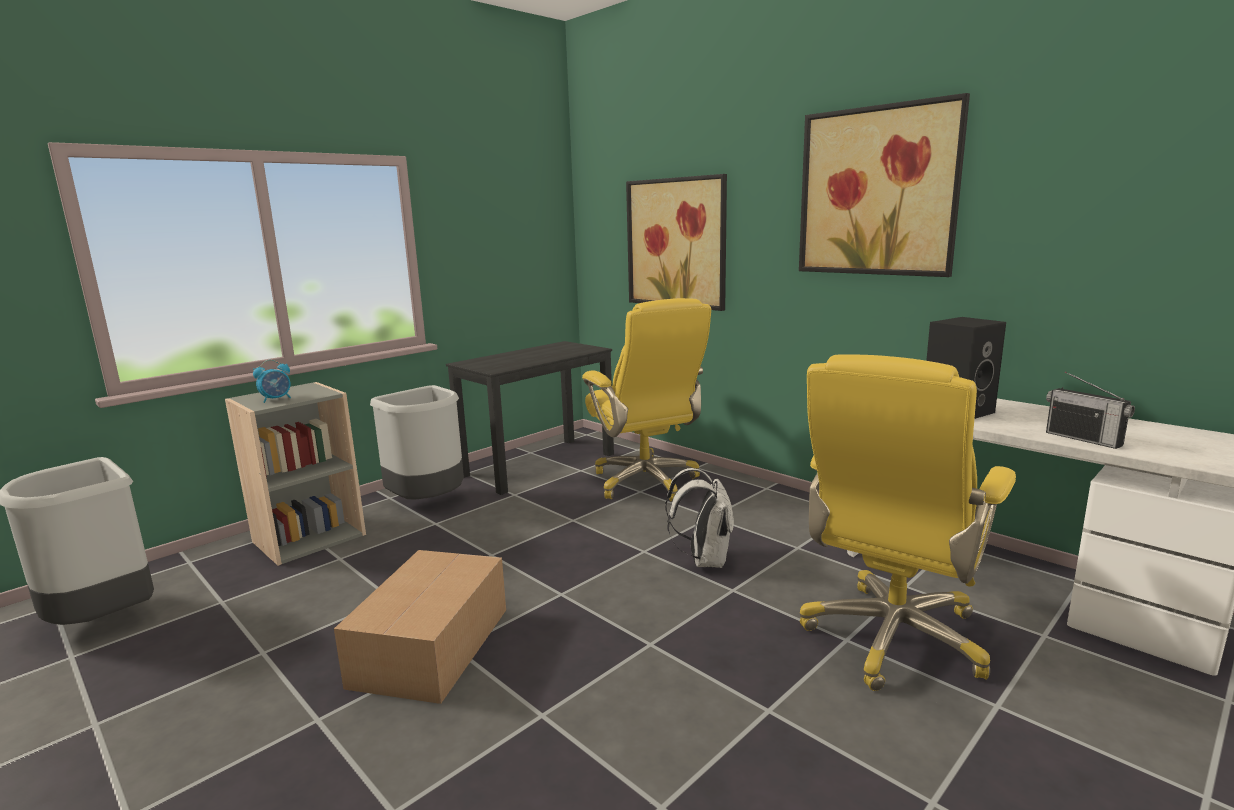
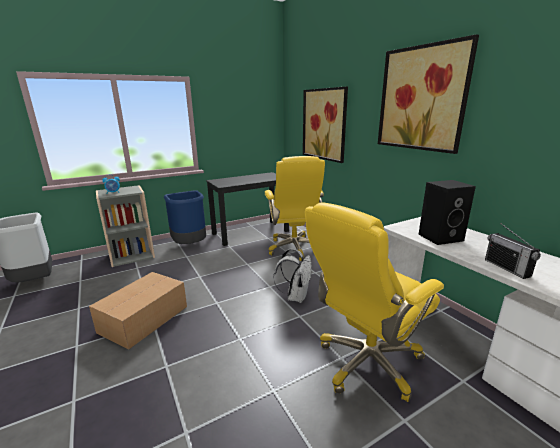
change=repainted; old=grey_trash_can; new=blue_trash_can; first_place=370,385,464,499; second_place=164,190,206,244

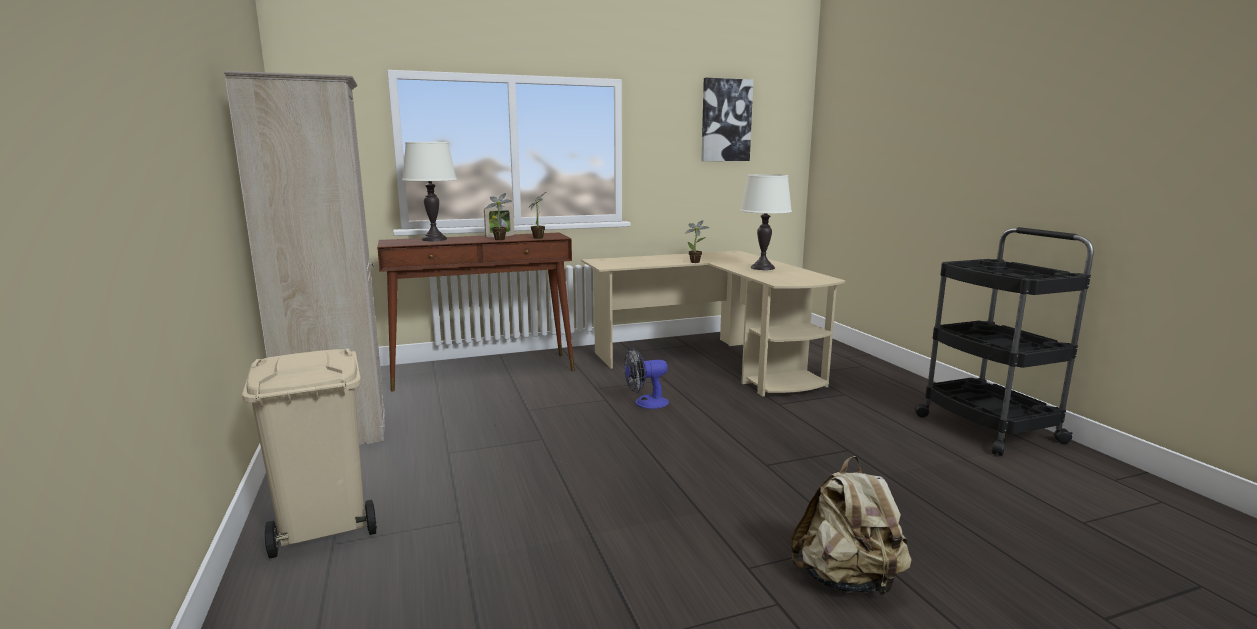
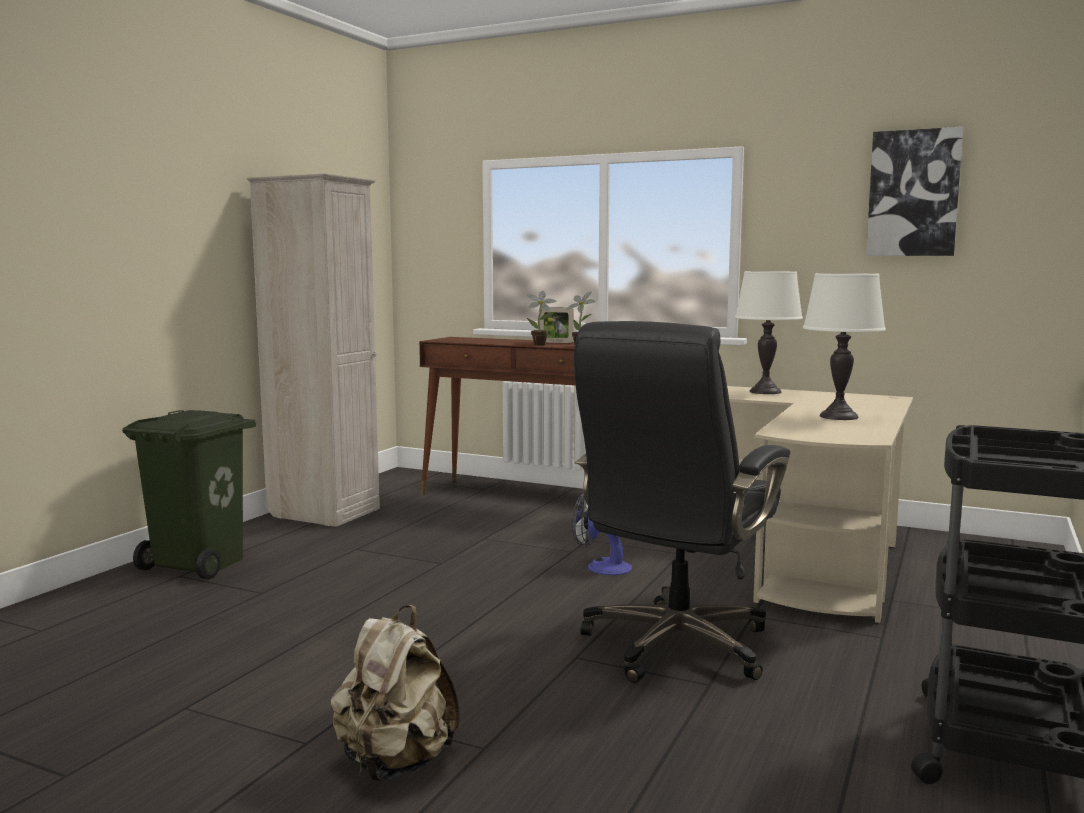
change=shifted; old=white_table_lamp; first_place=402,142,457,241; second_place=735,271,803,394
change=gone; old=potted_plant; first_place=685,220,709,263
change=repainted; old=beige_trash_can; new=green_trash_can; first_place=242,349,377,558; second_place=122,410,256,579
change=new; new=black_office_chair; second_place=574,321,790,683

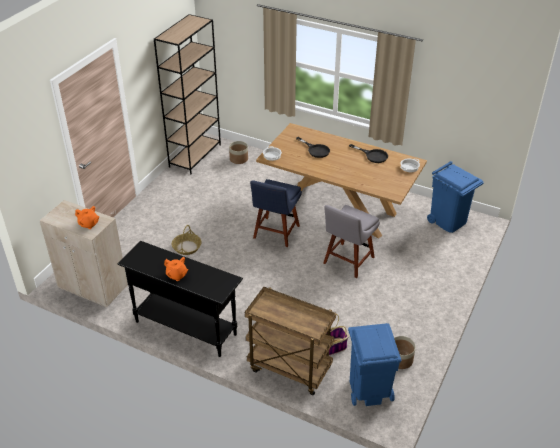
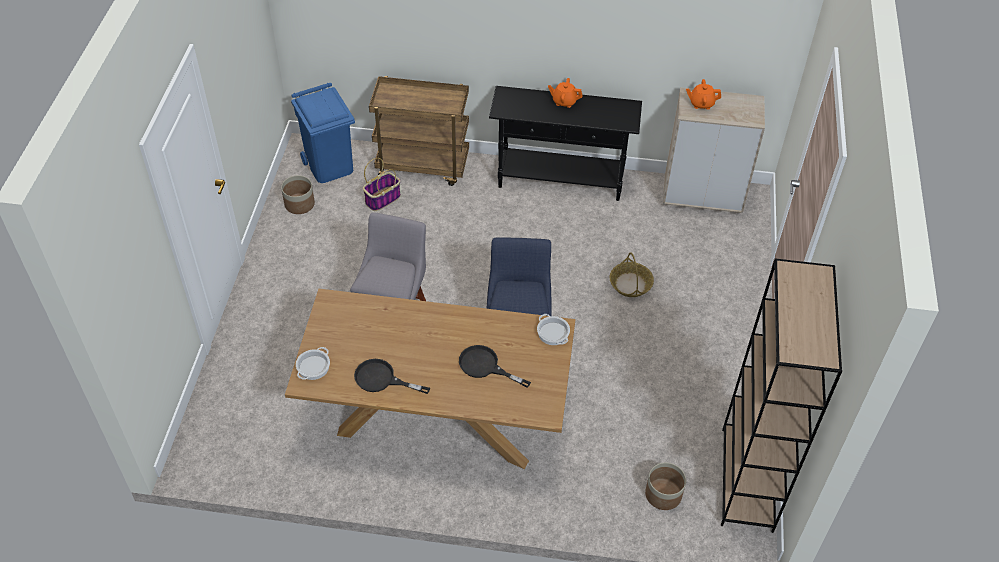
change=gone; old=blue_trash_can; first_place=427,161,484,233

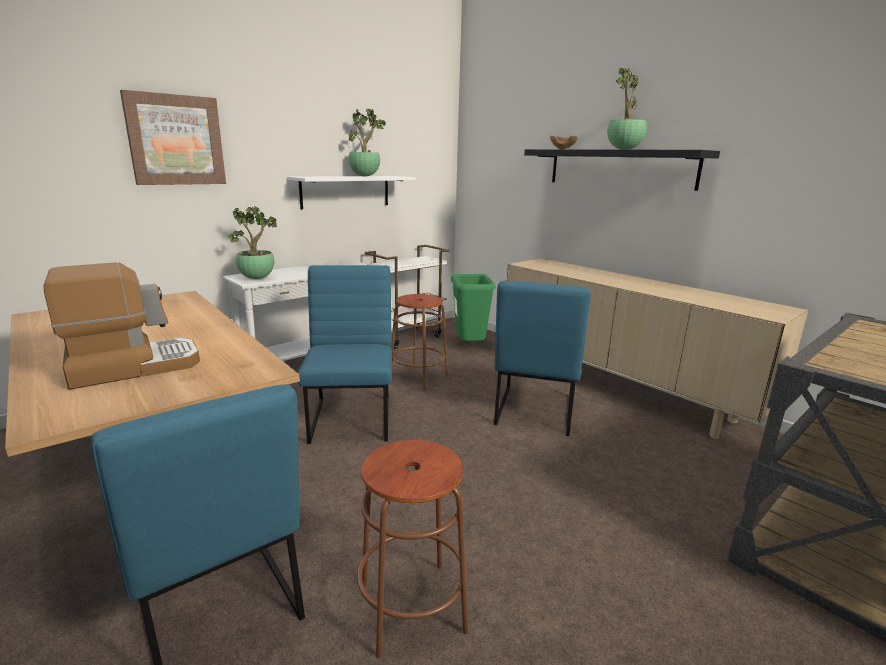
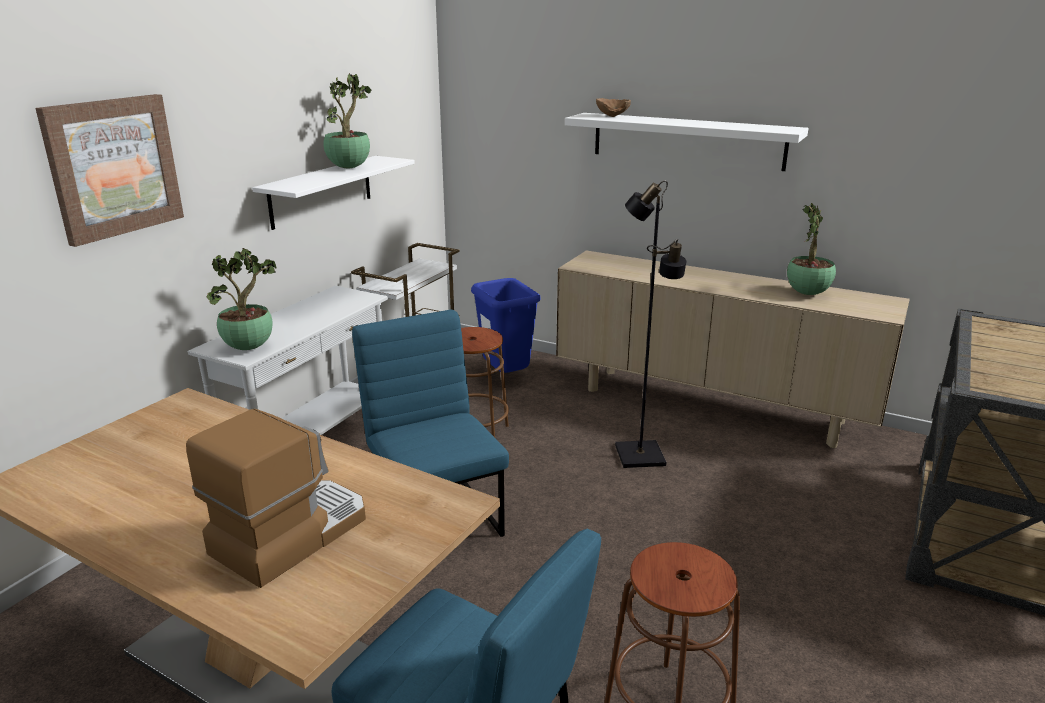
change=shifted; old=potted_plant; first_place=607,68,647,150; second_place=787,203,836,295
change=repainted; old=black_shelf; new=white_shelf; first_place=524,149,720,191; second_place=565,113,809,171
change=repainted; old=green_trash_can; new=blue_trash_can; first_place=451,274,496,341; second_place=471,278,541,373
change=swapped; old=blue_chair; new=black_floor_lamp; first_place=494,281,591,436; second_place=615,180,686,468

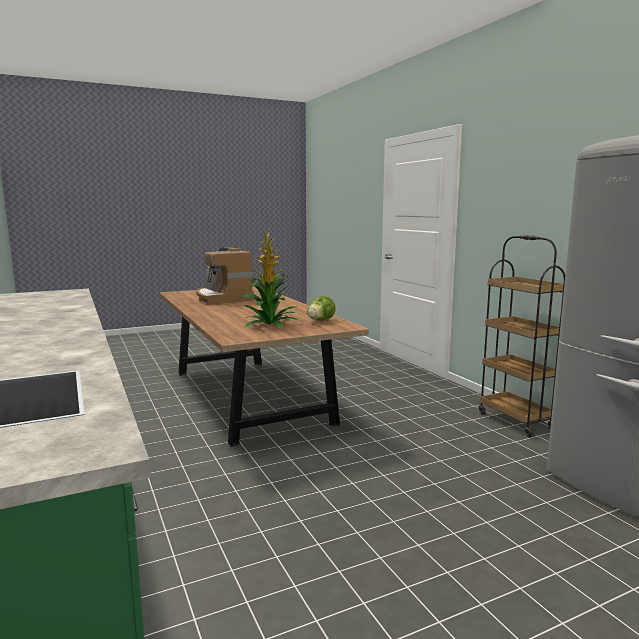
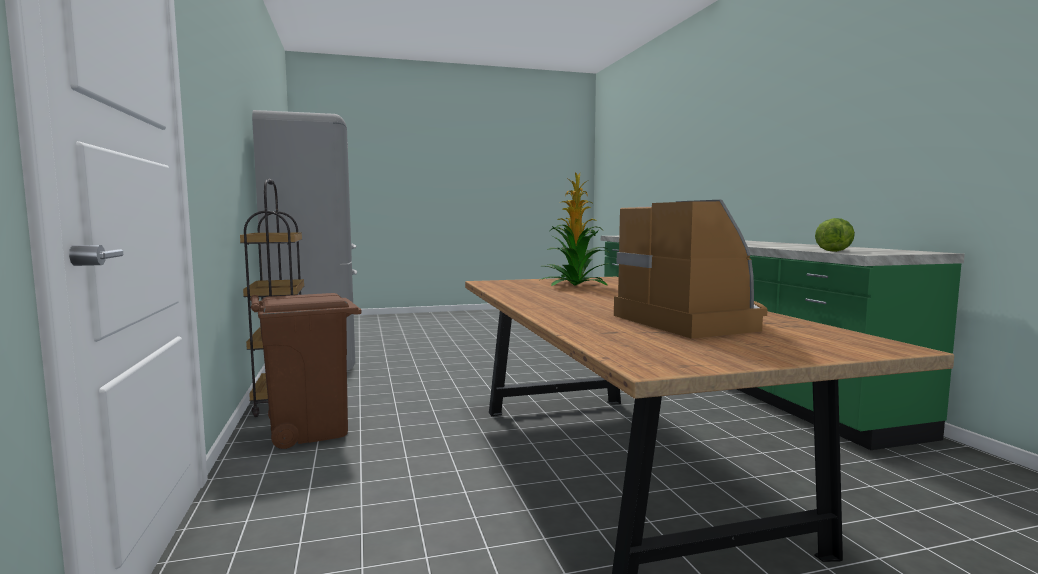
change=shifted; old=lettuce; first_place=307,296,336,321; second_place=815,218,855,252
change=new; new=brown_trash_can; second_place=250,293,361,449

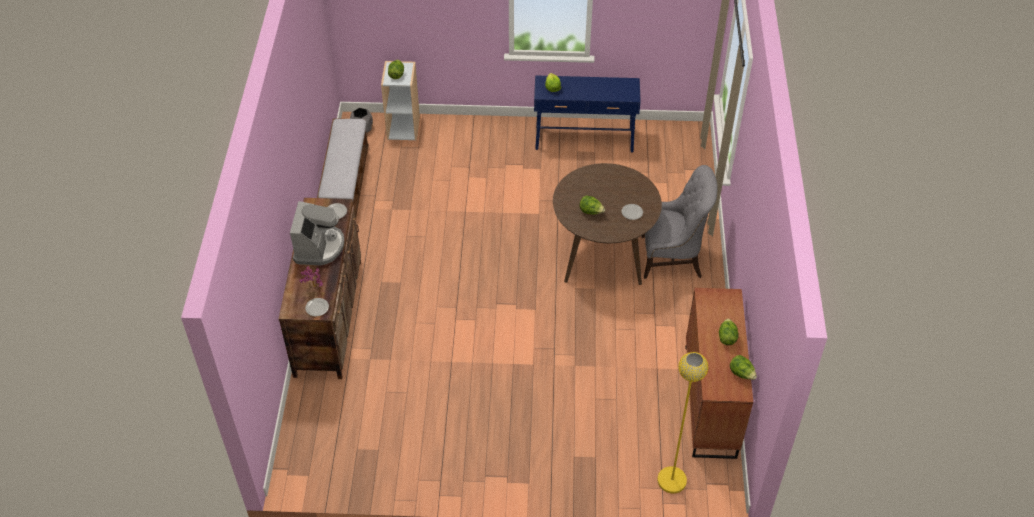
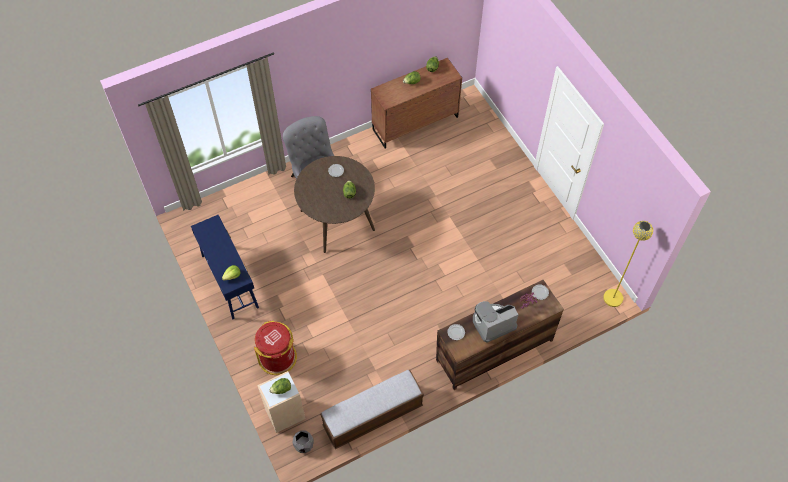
change=shifted; old=yellow_floor_lamp; first_place=657,352,708,493; second_place=603,221,653,307
change=new; new=red_trash_can; second_place=254,321,297,375

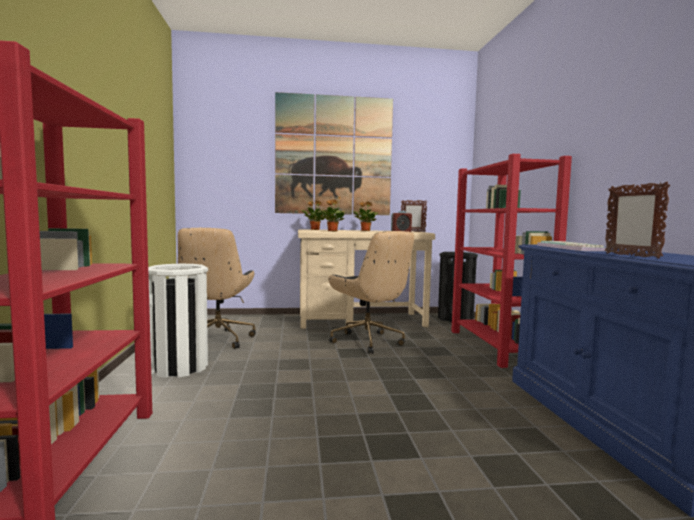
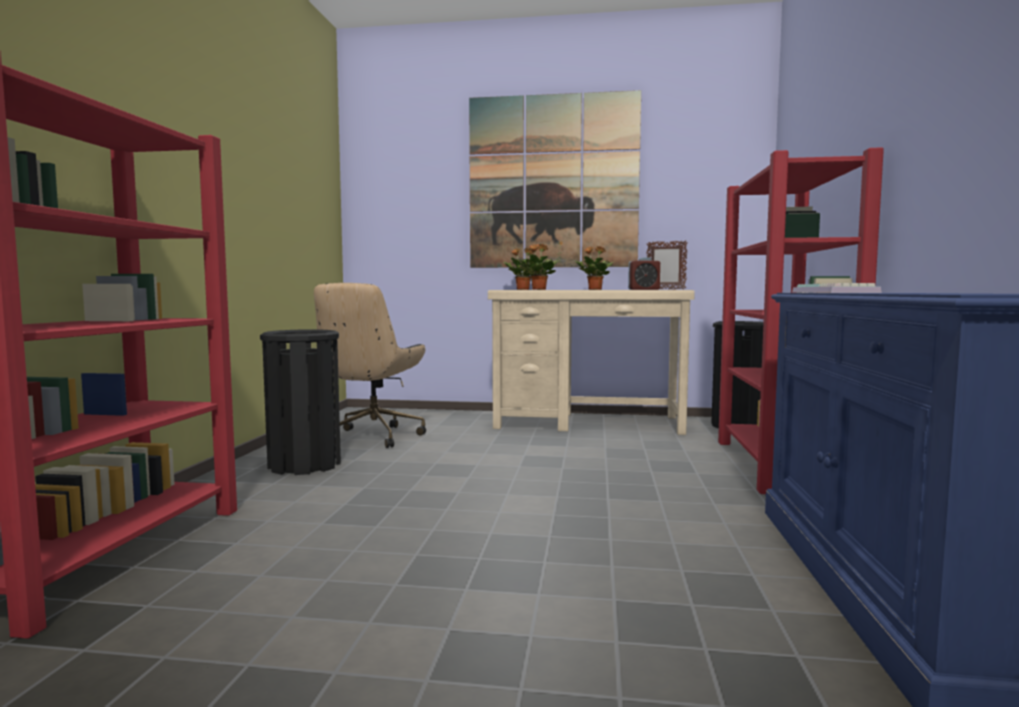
change=gone; old=picture_frame; first_place=605,182,670,259
change=gone; old=black_office_chair; first_place=328,231,414,353
change=repainted; old=white_trash_can; new=black_trash_can; first_place=148,264,208,378; second_place=260,329,341,475

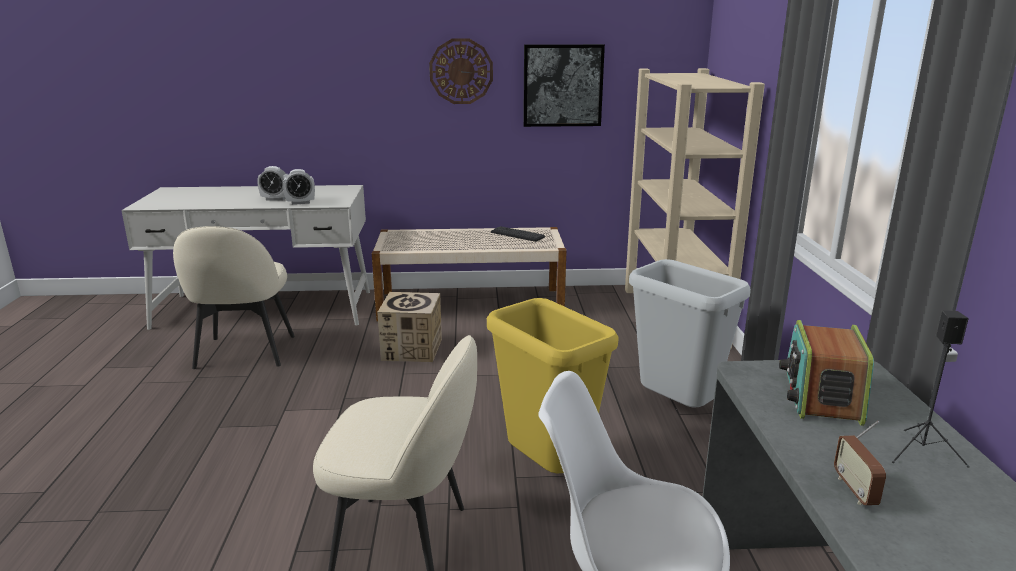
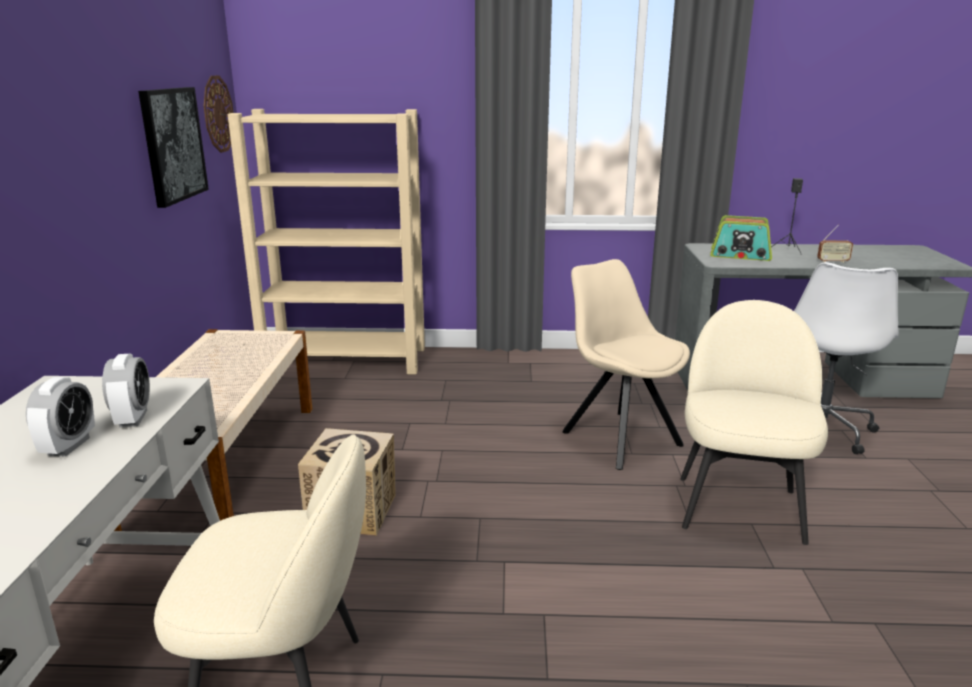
change=shifted; old=wall_clock; first_place=429,38,493,104; second_place=204,75,234,153
change=gone; old=keyboard; first_place=491,226,545,242
change=gone; old=grey_trash_can; first_place=629,259,751,408
change=swapped; old=yellow_trash_can; new=beige_chair; first_place=487,298,619,474; second_place=562,259,690,470

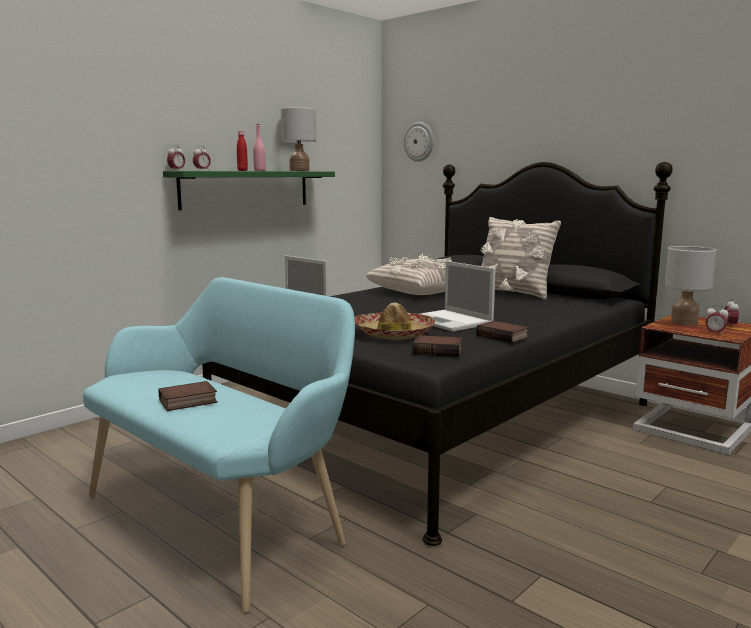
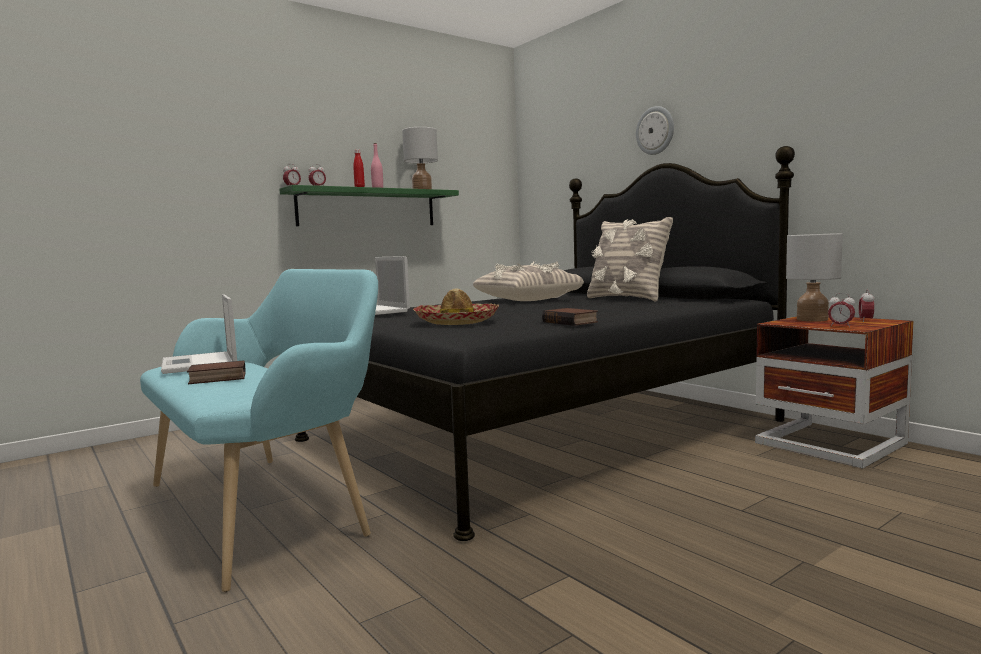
change=shifted; old=wall_clock; first_place=403,122,434,162; second_place=636,106,674,155
change=shifted; old=laptop; first_place=420,261,496,332; second_place=161,294,237,374
change=gone; old=book; first_place=412,335,462,357

